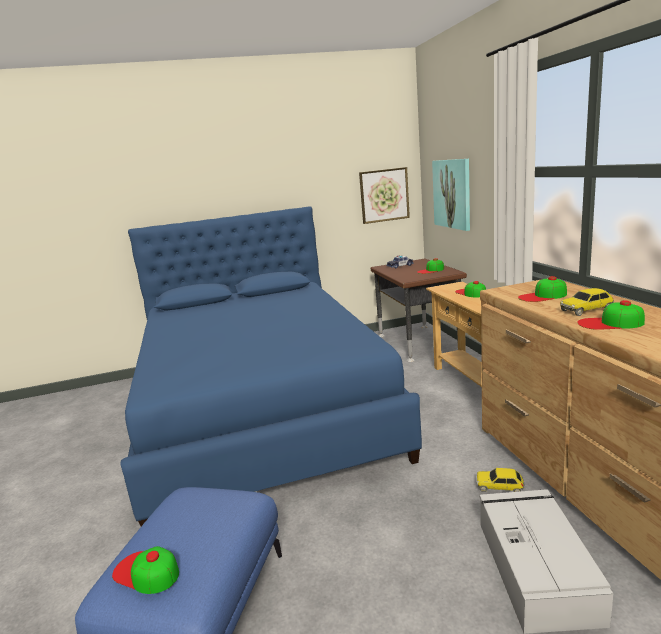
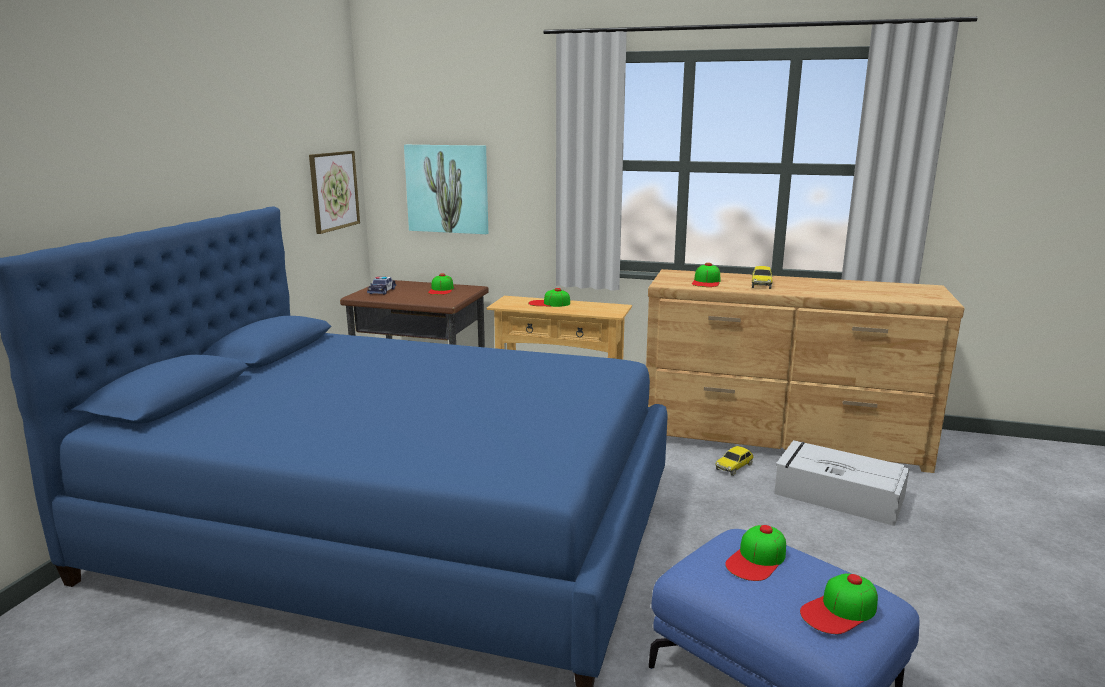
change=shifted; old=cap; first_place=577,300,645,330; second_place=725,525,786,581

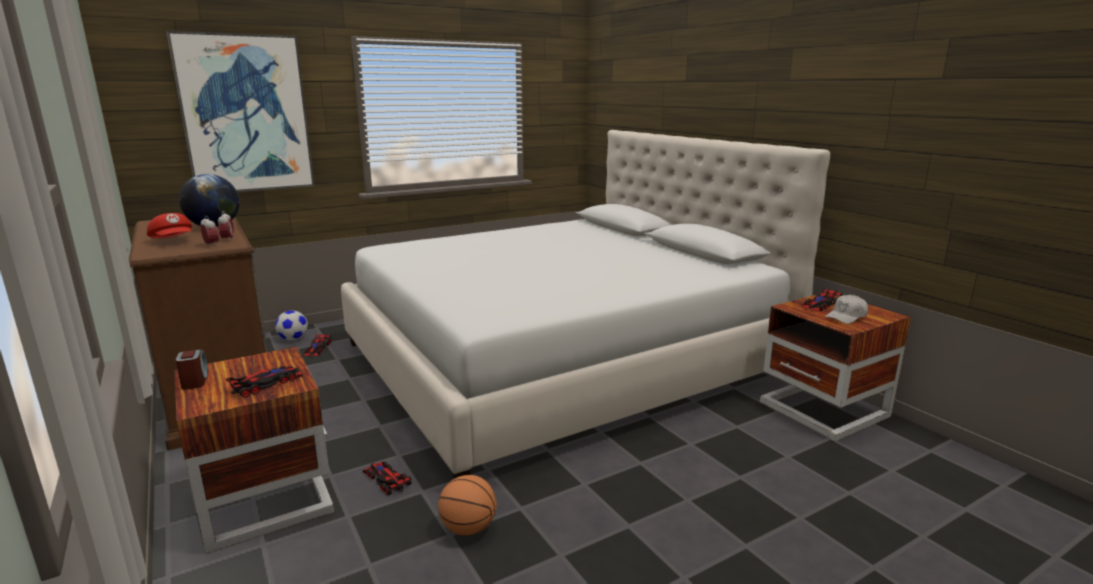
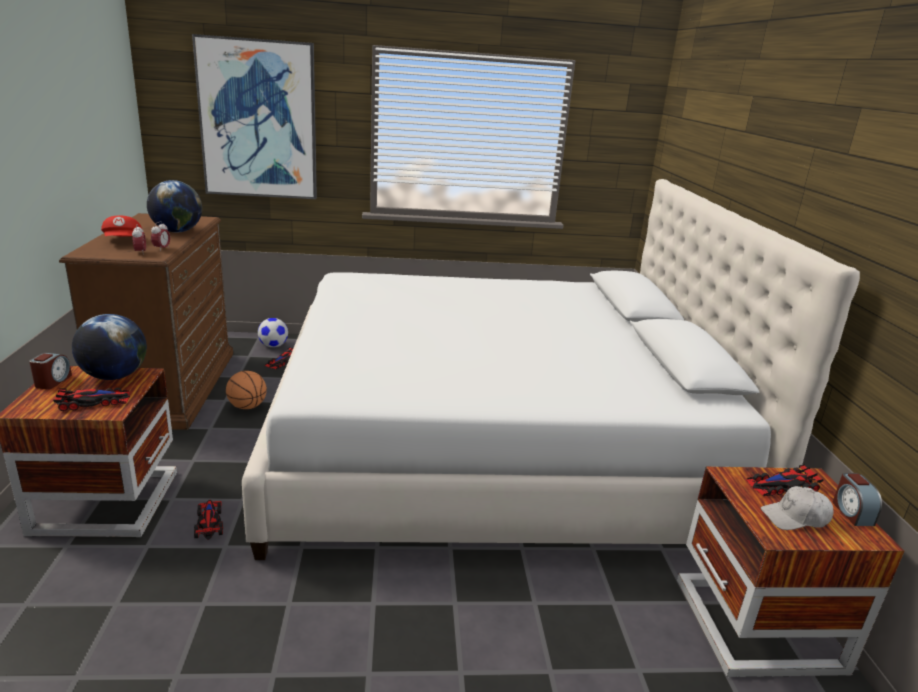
change=shifted; old=basketball; first_place=438,475,497,536; second_place=226,371,267,409
change=new; new=globe; second_place=72,314,147,380
change=new; new=alarm_clock; second_place=833,473,882,526

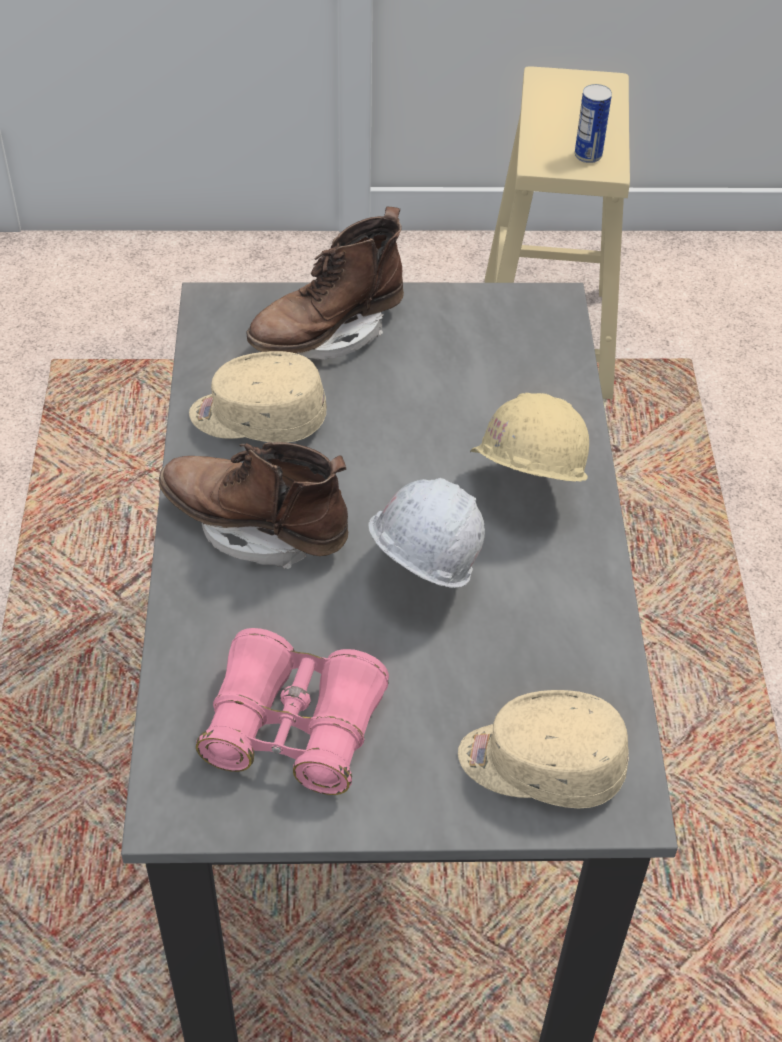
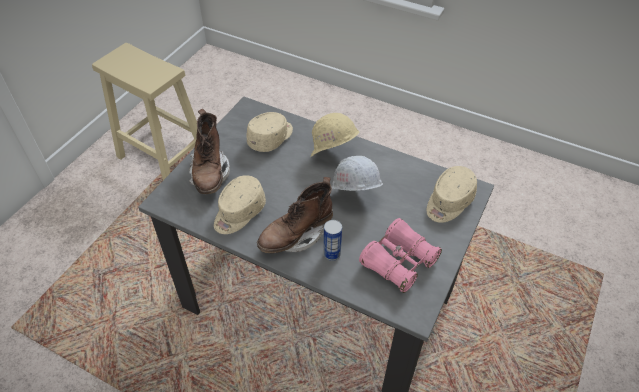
change=shifted; old=can; first_place=575,84,612,163; second_place=324,220,342,261
change=new; new=beige_cap; second_place=246,112,293,152

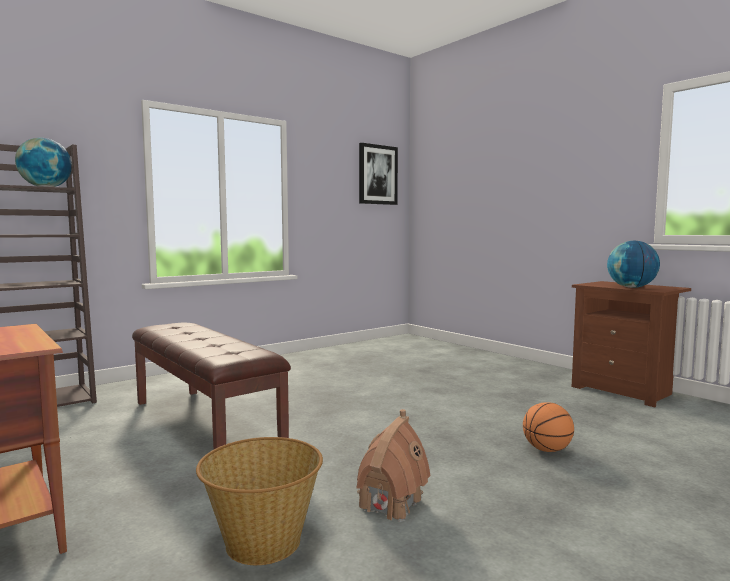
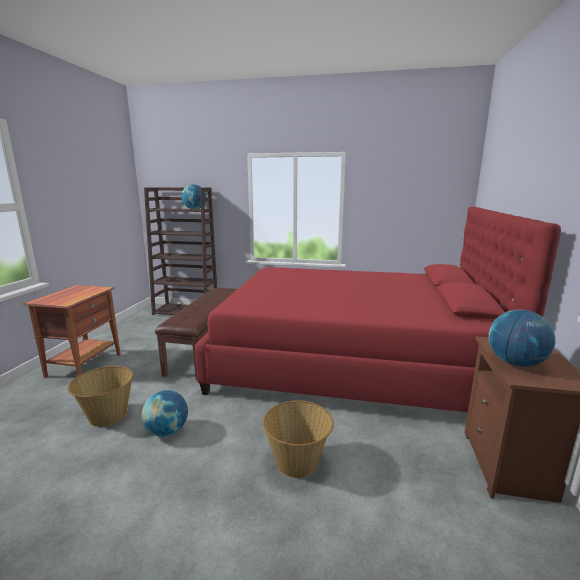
change=gone; old=picture; first_place=359,143,398,205
change=swapped; old=basketball; new=basket; first_place=523,402,574,452; second_place=263,401,334,478
change=swapped; old=toy_house; new=globe; first_place=356,409,431,522; second_place=141,390,188,437
change=new; new=red_bed; second_place=195,206,561,412

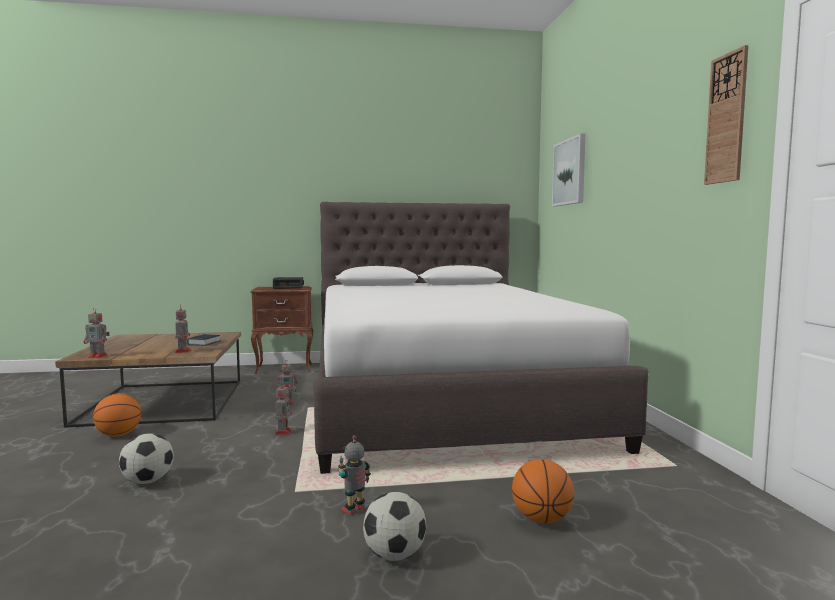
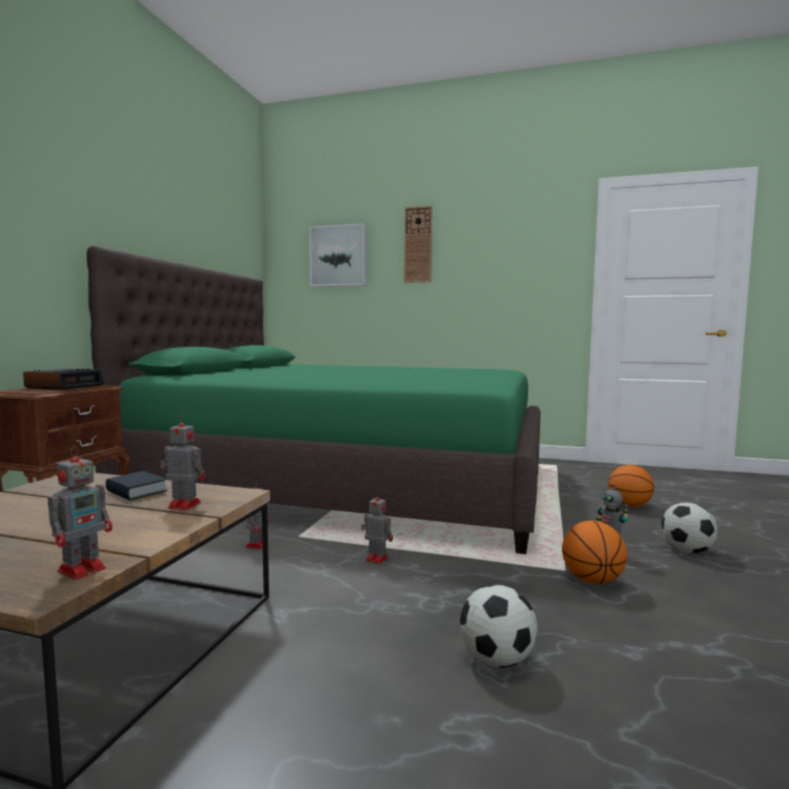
change=shifted; old=wall_clock; first_place=704,45,748,185; second_place=404,206,432,283
change=repainted; old=white_bed; new=green_bed; first_place=313,202,649,474; second_place=87,246,541,554
change=shifted; old=basketball; first_place=93,393,141,437; second_place=562,521,627,584

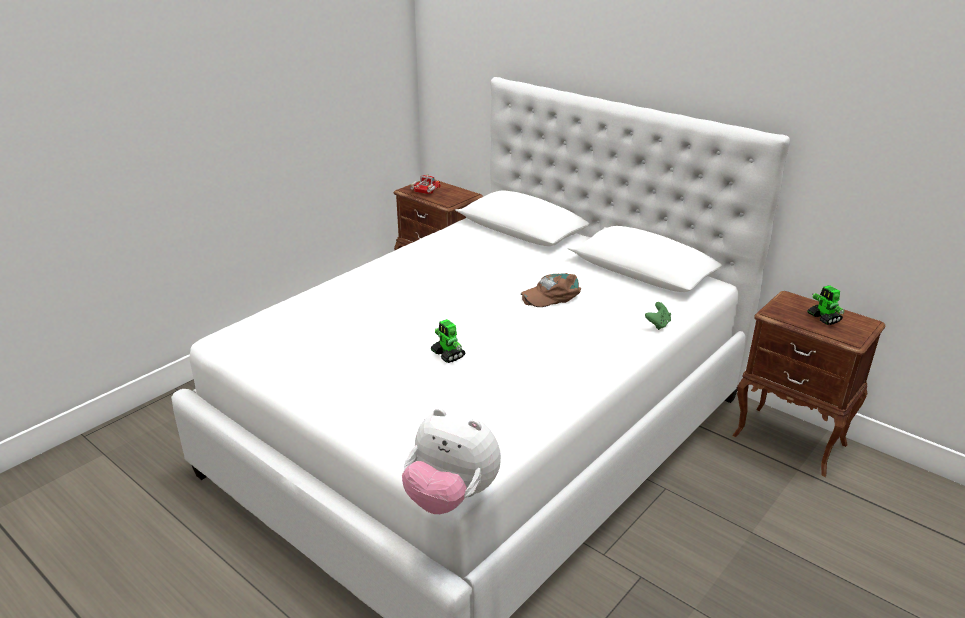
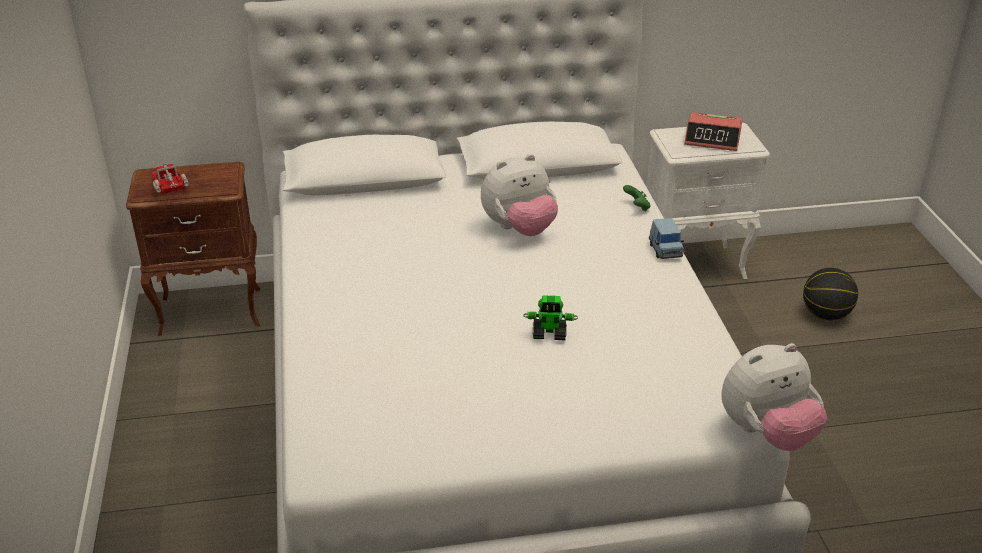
change=swapped; old=brown_cap; new=plush_toy; first_place=521,273,581,307; second_place=481,154,558,236
change=swapped; old=toy_robot; new=alarm_clock; first_place=807,285,844,325; second_place=684,112,743,151
change=repainted; old=brown_nightstand; new=white_nightstand; first_place=732,291,885,477; second_place=647,123,770,279
change=new; new=blue_toy_car; second_place=649,218,684,259
change=new; new=basketball; second_place=803,268,858,320

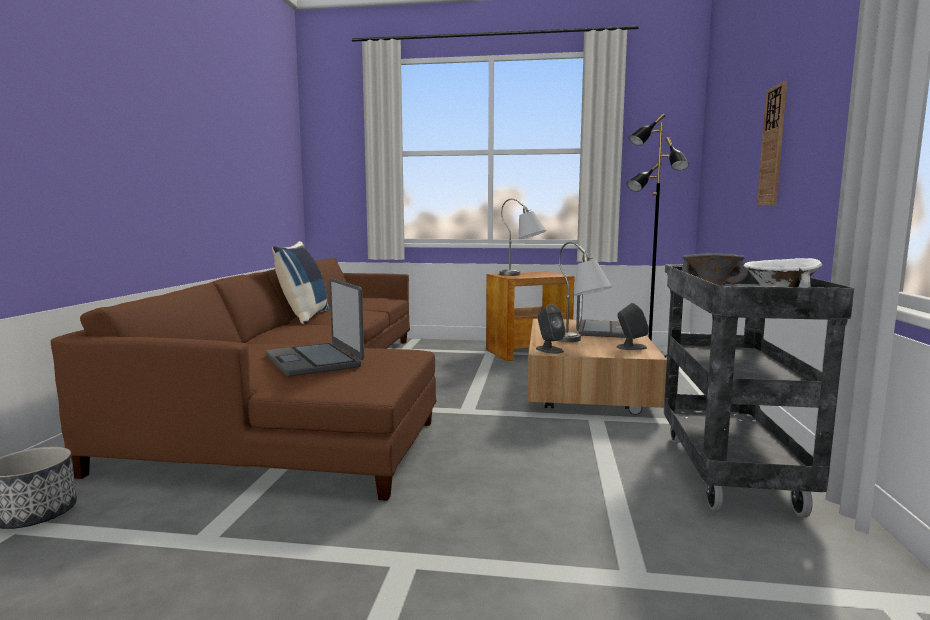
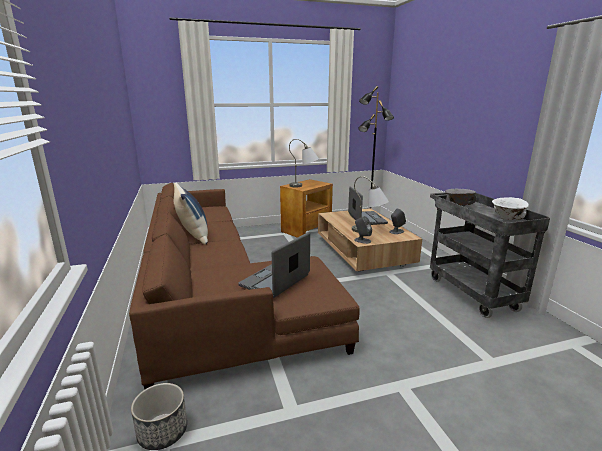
change=gone; old=wall_clock; first_place=757,81,787,206
change=rotated; old=laptop; first_place=266,278,364,377; second_place=238,232,310,298; degrees=90

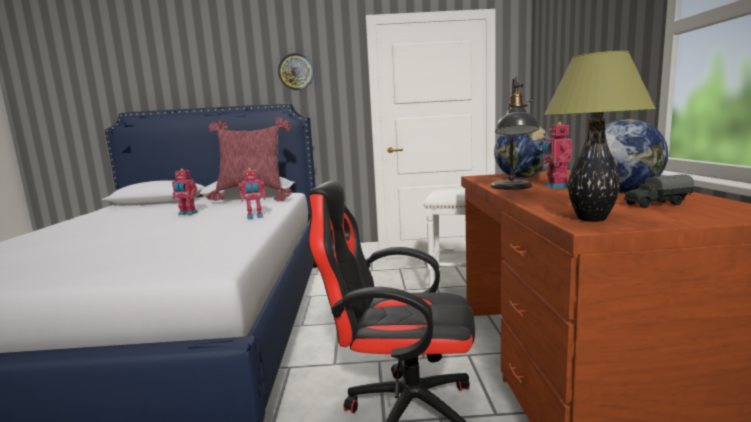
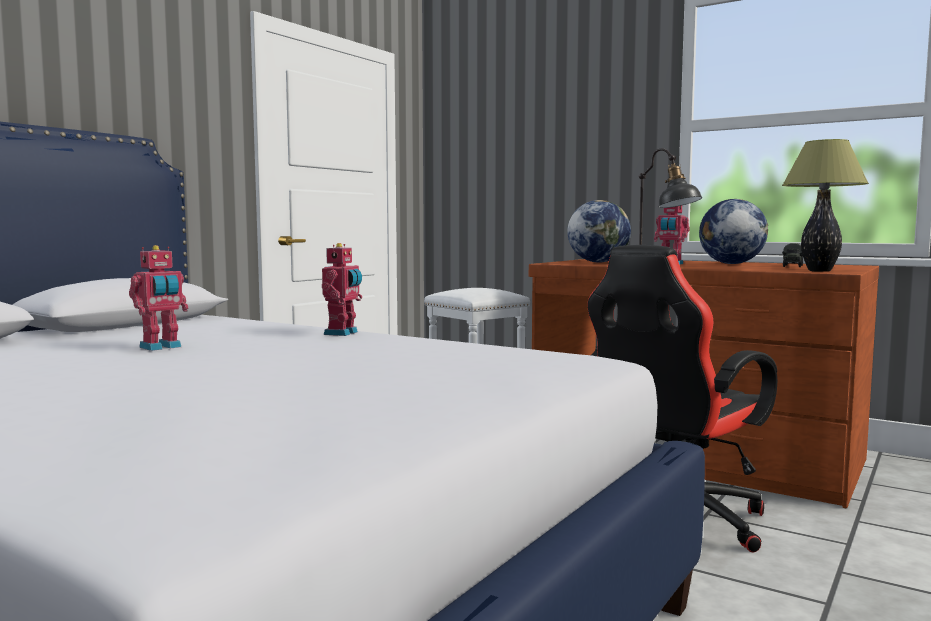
change=gone; old=wall_clock; first_place=278,53,314,90
change=gone; old=red_pillow; first_place=206,116,292,202

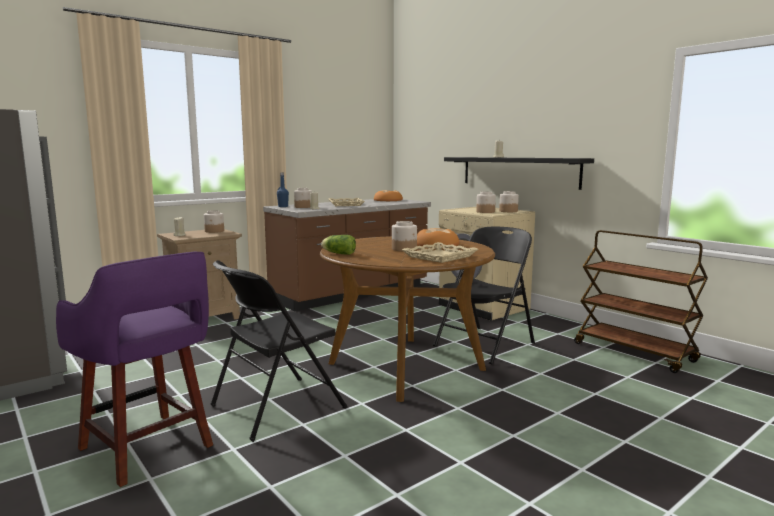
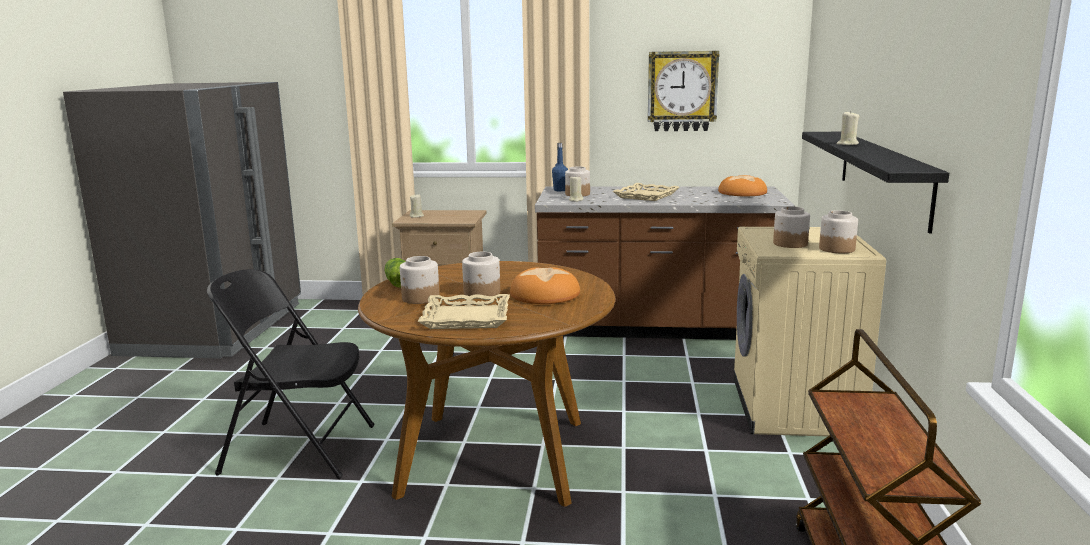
change=shifted; old=jar; first_place=204,210,224,233; second_place=400,256,440,304
change=gone; old=black_chair; first_place=433,227,535,365
change=gone; old=purple_stool; first_place=56,252,213,487
change=new; new=wall_clock; second_place=648,51,720,131

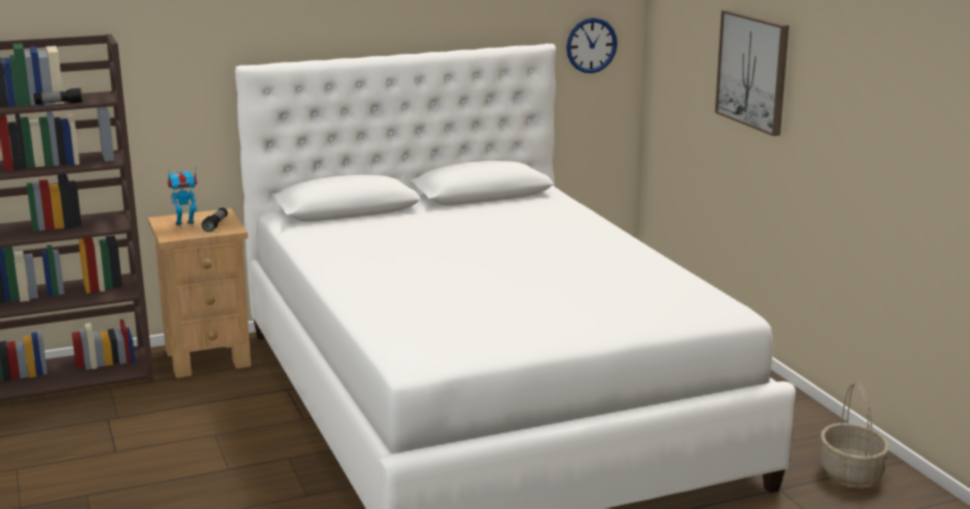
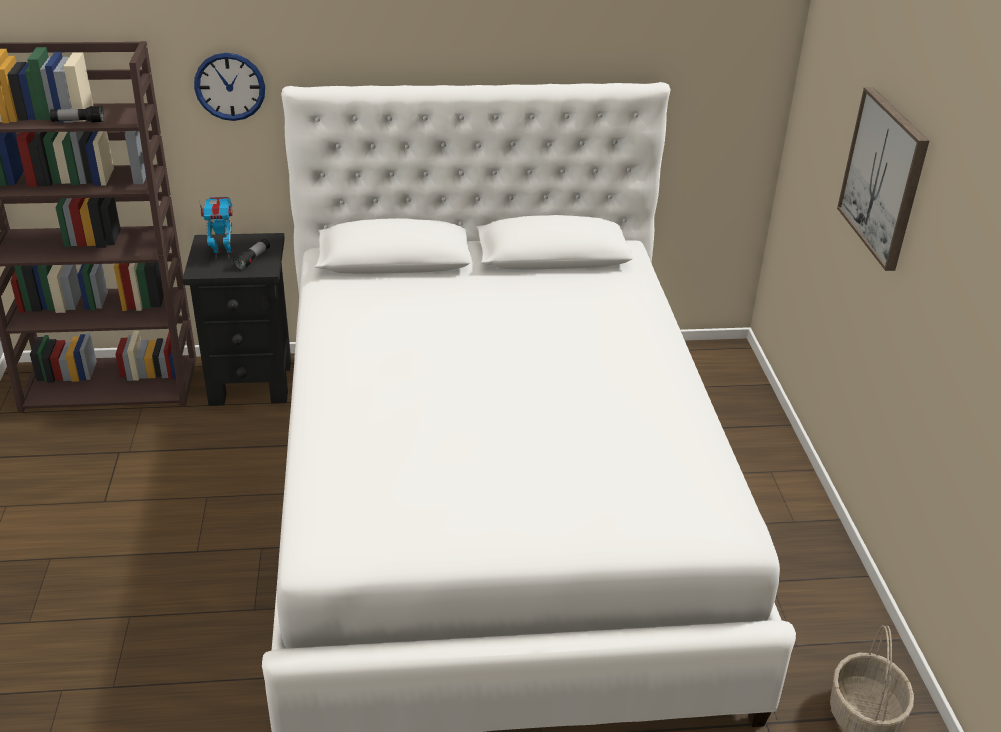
change=shifted; old=wall_clock; first_place=566,18,617,73; second_place=194,53,265,121
change=repainted; old=beige_nightstand; new=black_nightstand; first_place=148,208,251,378; second_place=182,233,291,406

